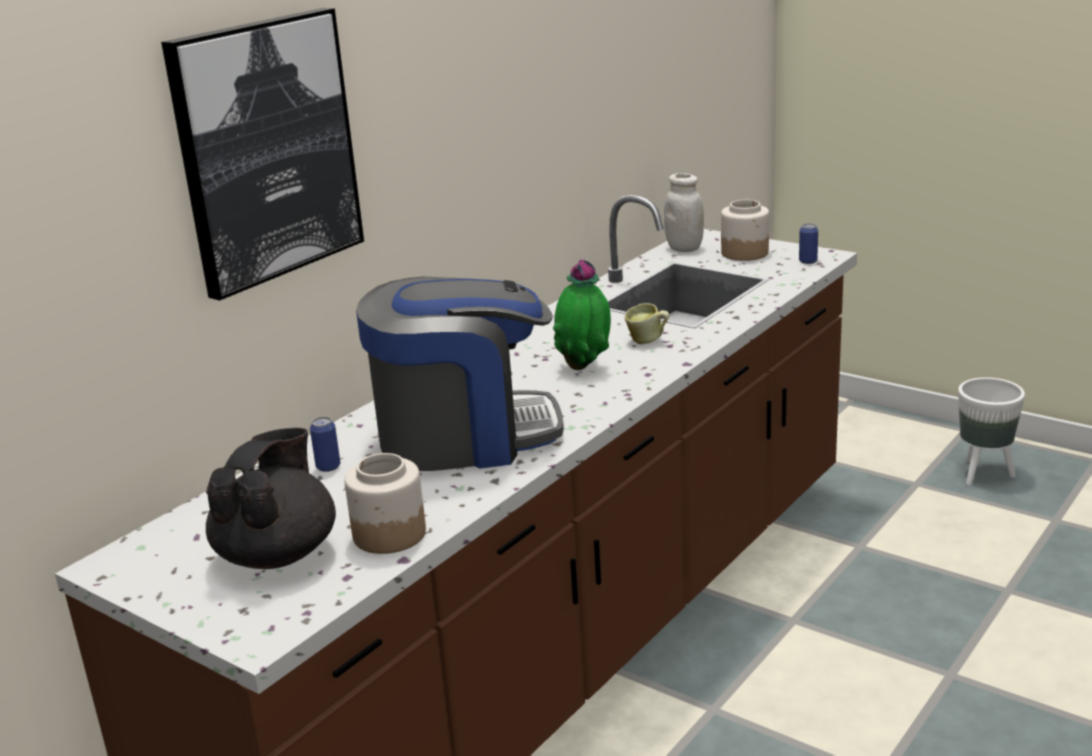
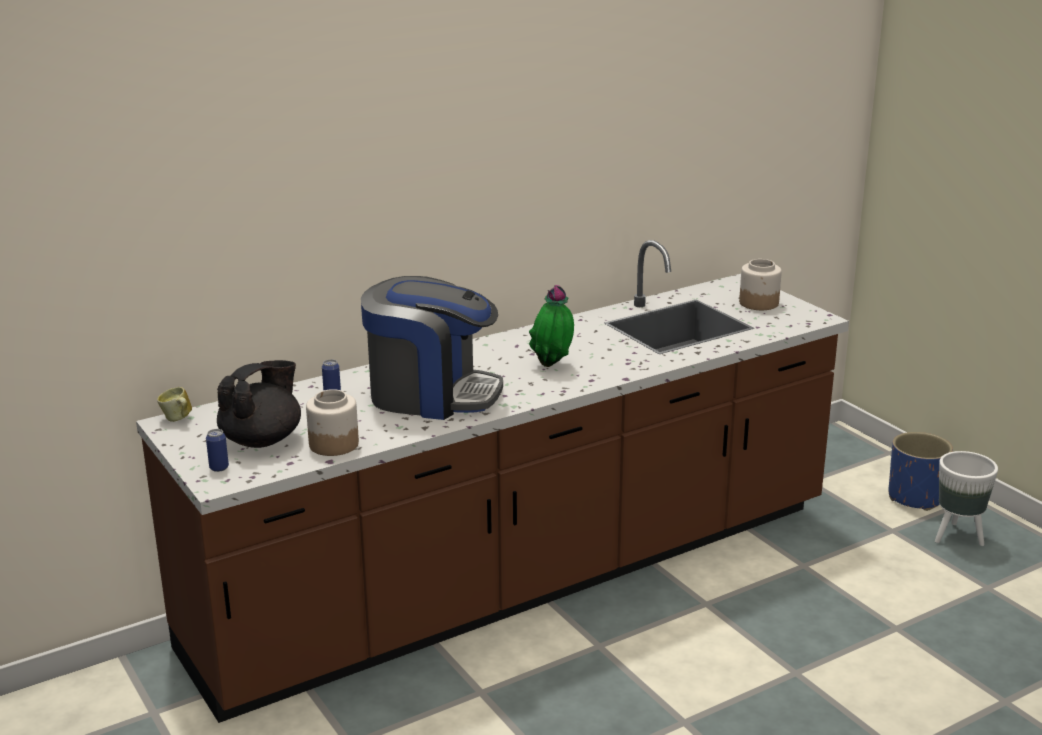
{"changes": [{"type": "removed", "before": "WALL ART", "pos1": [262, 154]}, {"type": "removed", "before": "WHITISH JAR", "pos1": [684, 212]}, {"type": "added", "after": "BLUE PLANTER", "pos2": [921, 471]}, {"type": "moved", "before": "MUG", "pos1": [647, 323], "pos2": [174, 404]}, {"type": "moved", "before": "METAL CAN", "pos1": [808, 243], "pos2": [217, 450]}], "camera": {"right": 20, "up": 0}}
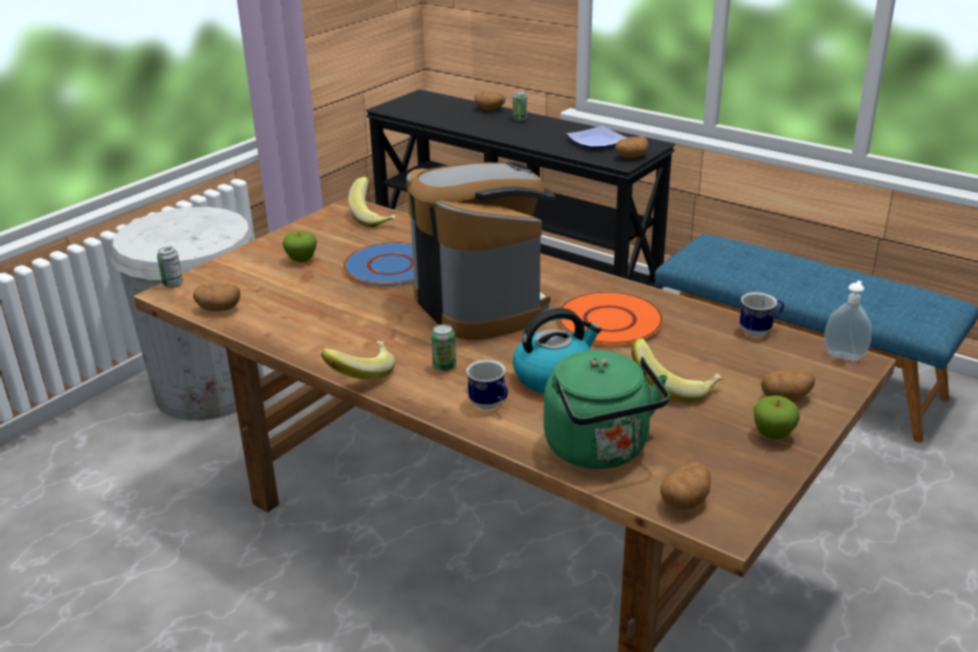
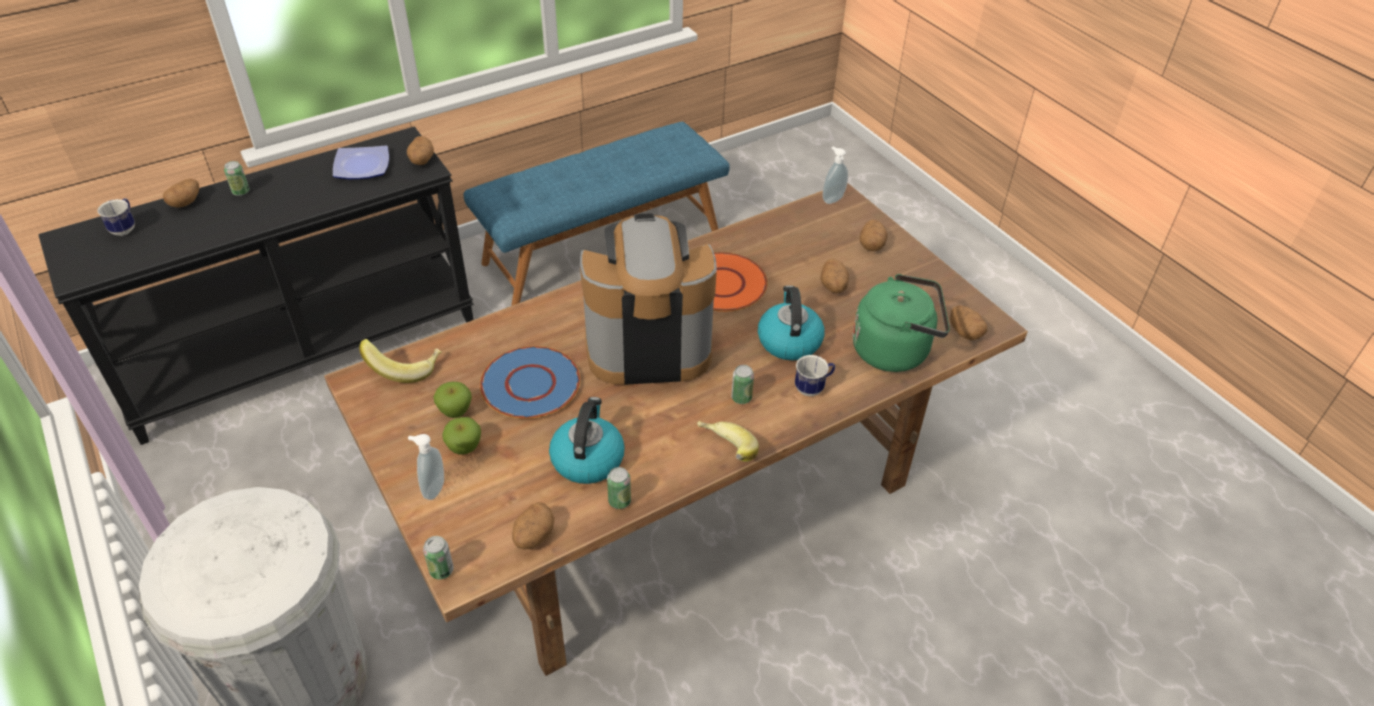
{"changes": [{"type": "added", "after": "LIQUID SOAP BOTTLE", "pos2": [426, 467]}, {"type": "added", "after": "TEA KETTLE", "pos2": [587, 440]}, {"type": "added", "after": "METAL CAN", "pos2": [619, 488]}, {"type": "moved", "before": "MUG", "pos1": [762, 314], "pos2": [116, 217]}, {"type": "moved", "before": "APPLE", "pos1": [777, 417], "pos2": [452, 400]}, {"type": "replaced", "before": "WHOLE BANANA", "after": "WHOLE POTATO", "pos1": [676, 370], "pos2": [834, 276]}], "camera": {"right": -70, "up": 15}}
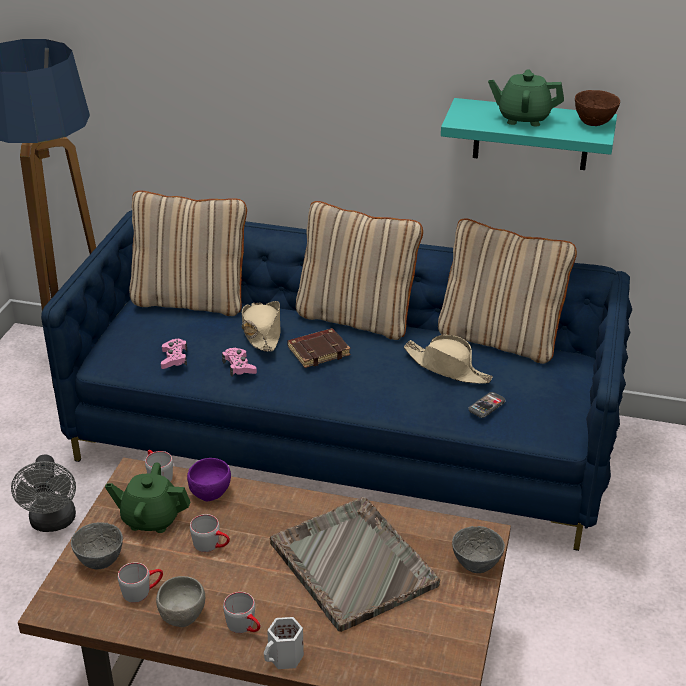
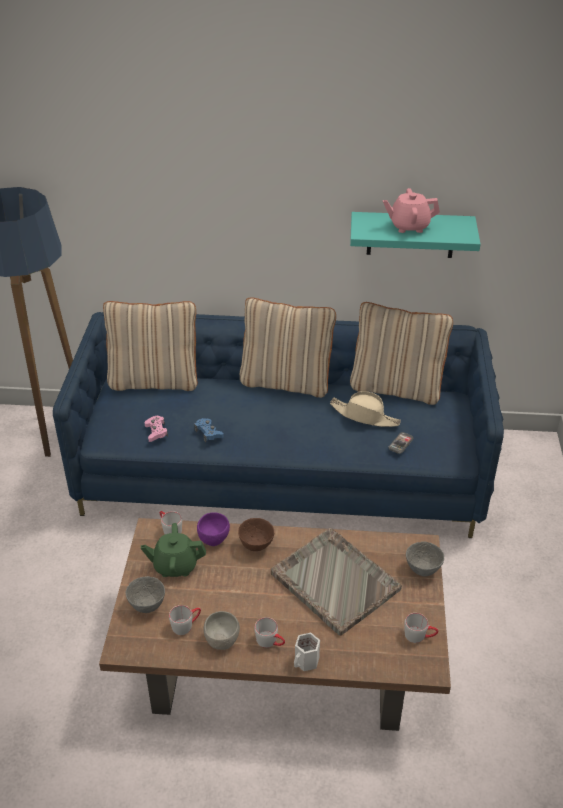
{"changes": [{"type": "removed", "before": "GREYISH COOLING FAN", "pos1": [43, 493]}, {"type": "removed", "before": "BEIGE-COLOURED WEARABLE HAT", "pos1": [261, 326]}, {"type": "removed", "before": "BROWN-COLOURED BOUND BOOK", "pos1": [319, 348]}, {"type": "moved", "before": "GREYISH MUG", "pos1": [210, 533], "pos2": [421, 628]}, {"type": "moved", "before": "BROWN-COLOURED SERVING BOWL", "pos1": [597, 108], "pos2": [256, 534]}, {"type": "recoloured", "before": "PINK-COLOURED GAMEPAD", "after": "BLUE GAMEPAD", "pos1": [239, 362], "pos2": [209, 430]}, {"type": "recoloured", "before": "GREEN POT FOR TEA", "after": "PINK-COLOURED POT FOR TEA", "pos1": [526, 98], "pos2": [411, 210]}], "camera": {"right": -10, "up": 5}}
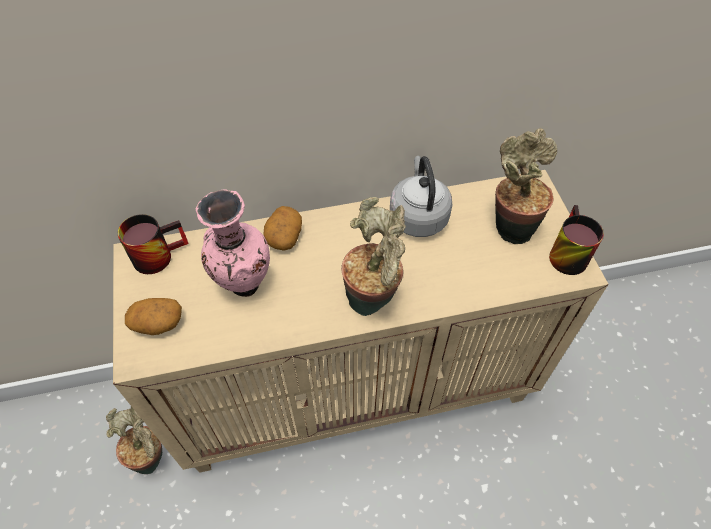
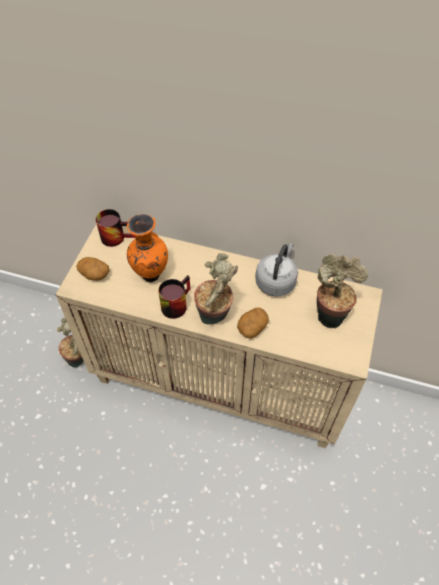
{"changes": [{"type": "moved", "before": "WHOLE POTATO", "pos1": [283, 228], "pos2": [253, 323]}, {"type": "moved", "before": "MUG", "pos1": [576, 240], "pos2": [174, 297]}, {"type": "recoloured", "before": "PINK-COLOURED DECORATIVE VASE", "after": "ORANGE-COLOURED DECORATIVE VASE", "pos1": [233, 243], "pos2": [147, 248]}], "camera": {"right": 30, "up": 0}}
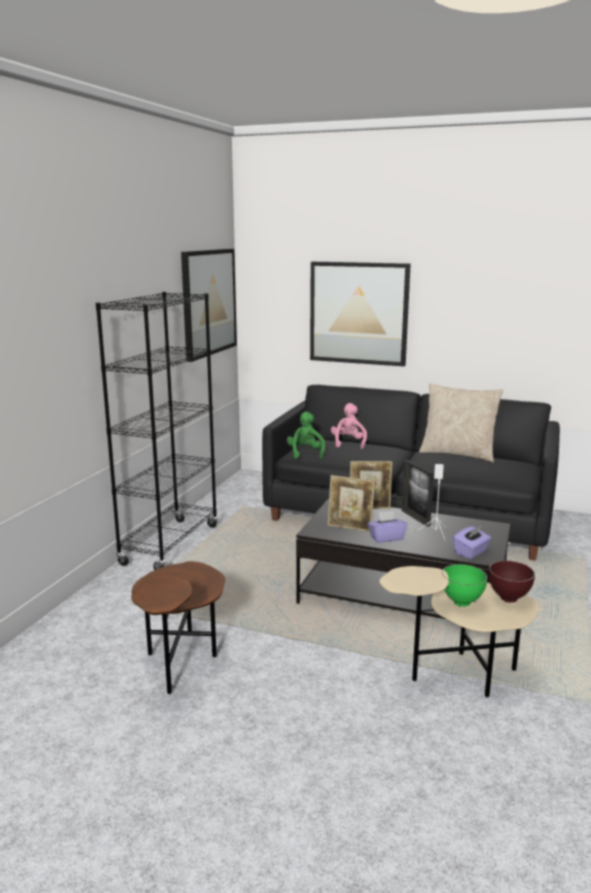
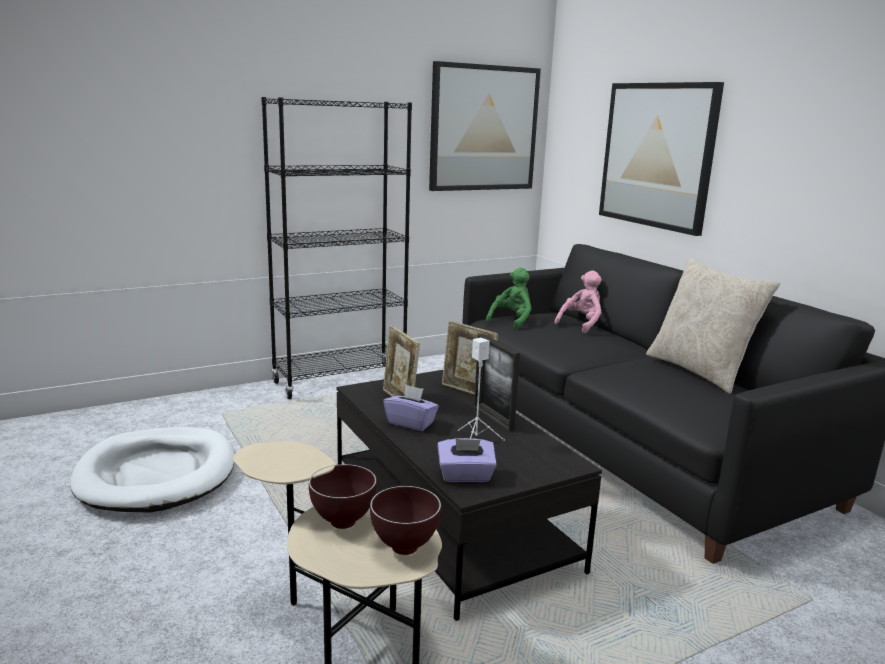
{"changes": [{"type": "replaced", "before": "BROWN-COLOURED END TABLE", "after": "WHITISH PET BED", "pos1": [178, 627], "pos2": [152, 469]}, {"type": "recoloured", "before": "GREEN SERVING BOWL", "after": "BROWN-COLOURED SERVING BOWL", "pos1": [464, 585], "pos2": [343, 496]}, {"type": "turned", "before": "PICTURE FRAME", "pos1": [417, 493], "pos2": [497, 382], "turn": -45}], "camera": {"right": 40, "up": 0}}
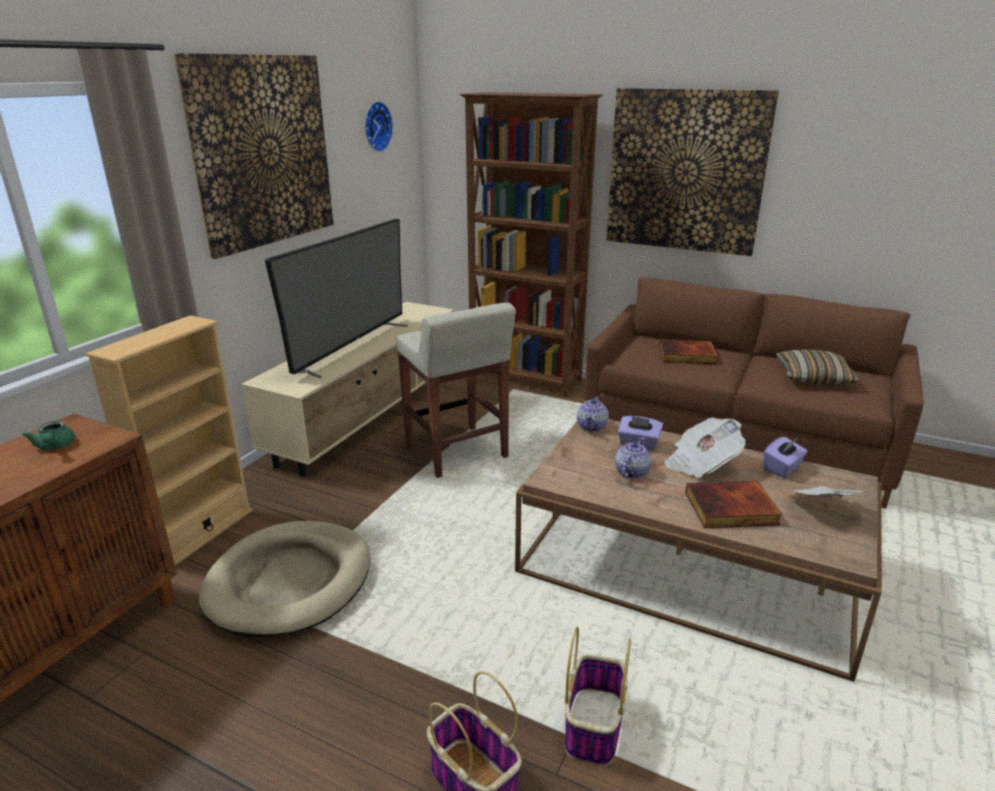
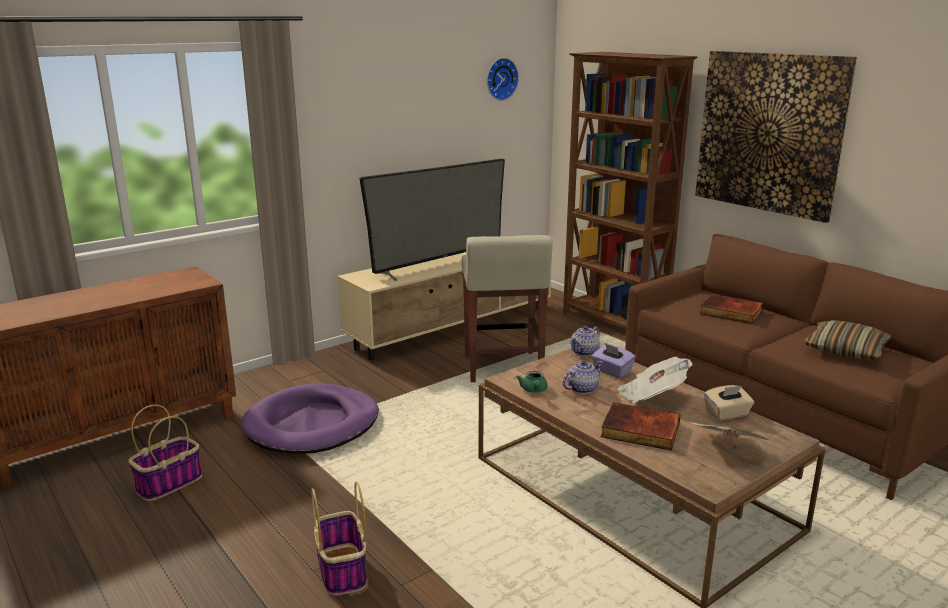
{"changes": [{"type": "removed", "before": "BEIGE-COLOURED BOOKSHELF", "pos1": [169, 440]}, {"type": "removed", "before": "WALL ART", "pos1": [254, 156]}, {"type": "moved", "before": "GREEN POT FOR TEA", "pos1": [48, 435], "pos2": [532, 382]}, {"type": "moved", "before": "HOUSEHOLD BASKET", "pos1": [598, 696], "pos2": [165, 452]}, {"type": "recoloured", "before": "BEIGE-COLOURED PET BED", "after": "PURPLE PET BED", "pos1": [284, 579], "pos2": [310, 418]}, {"type": "recoloured", "before": "PURPLE TISSUE BOX", "after": "BEIGE-COLOURED TISSUE BOX", "pos1": [785, 457], "pos2": [729, 403]}], "camera": {"right": 25, "up": -5}}
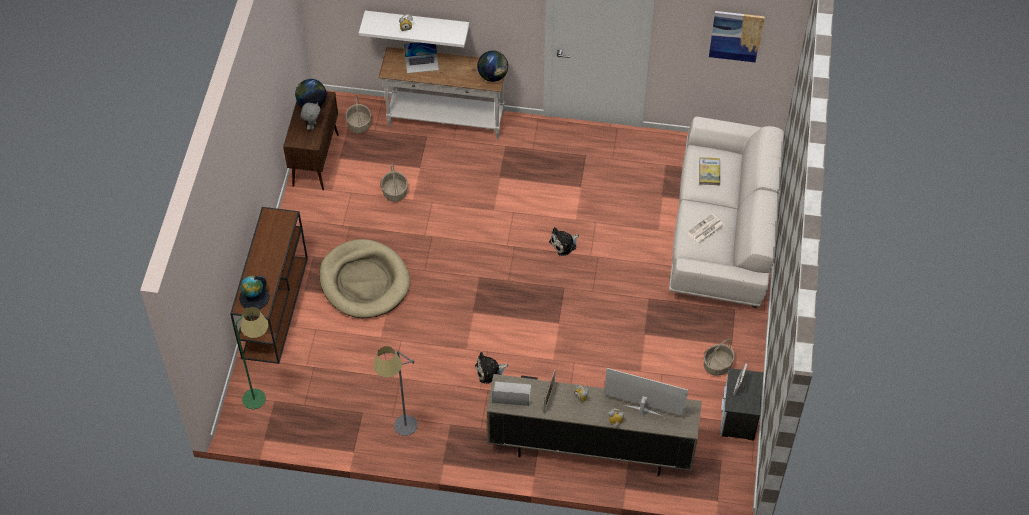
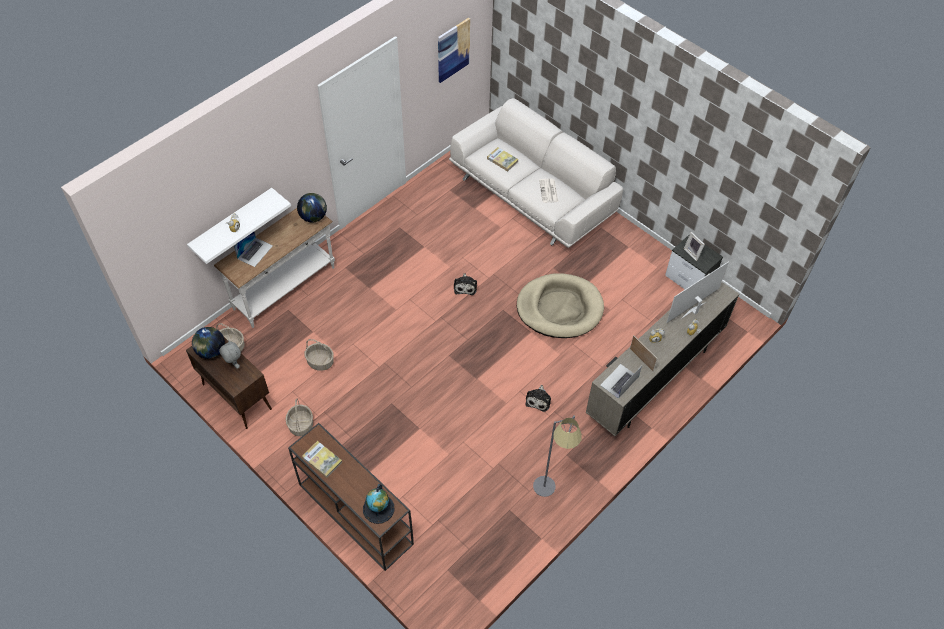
{"changes": [{"type": "removed", "before": "GREEN STANDING LAMP", "pos1": [251, 358]}, {"type": "added", "after": "BOUND BOOK", "pos2": [322, 459]}, {"type": "moved", "before": "BEIGE-COLOURED PET BED", "pos1": [364, 278], "pos2": [560, 305]}, {"type": "moved", "before": "HOUSEHOLD BASKET", "pos1": [719, 357], "pos2": [299, 417]}], "camera": {"right": -55, "up": 0}}
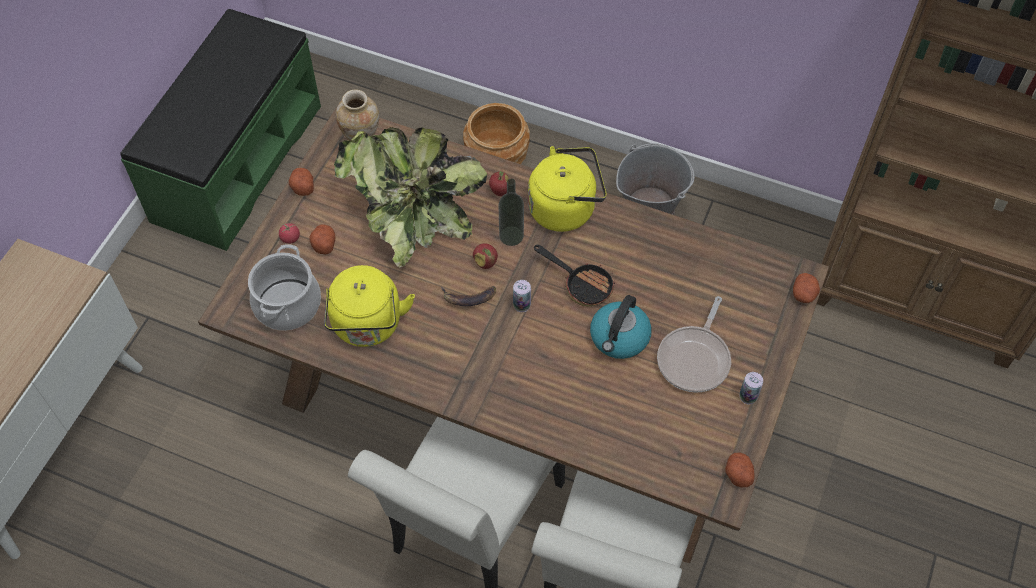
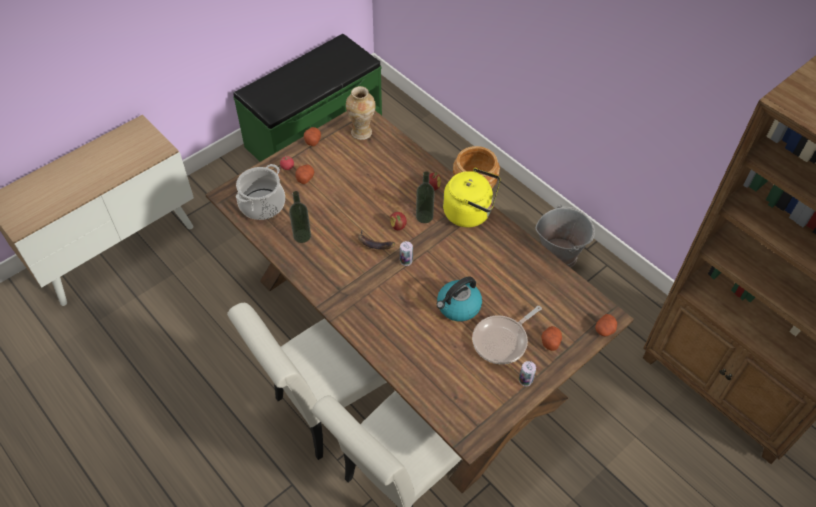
{"changes": [{"type": "removed", "before": "POTTED PLANT", "pos1": [410, 197]}, {"type": "removed", "before": "SKILLET", "pos1": [574, 275]}, {"type": "moved", "before": "WHOLE POTATO", "pos1": [740, 470], "pos2": [551, 338]}, {"type": "replaced", "before": "YELLOWISH TEA KETTLE", "after": "BOTTLE", "pos1": [369, 306], "pos2": [300, 217]}], "camera": {"right": 25, "up": -5}}
